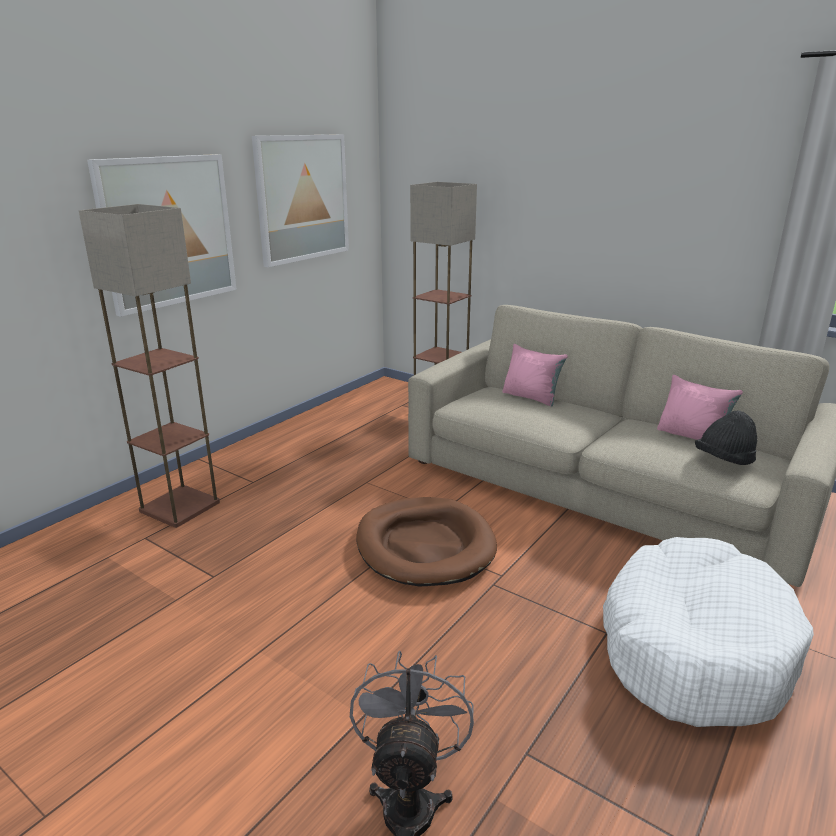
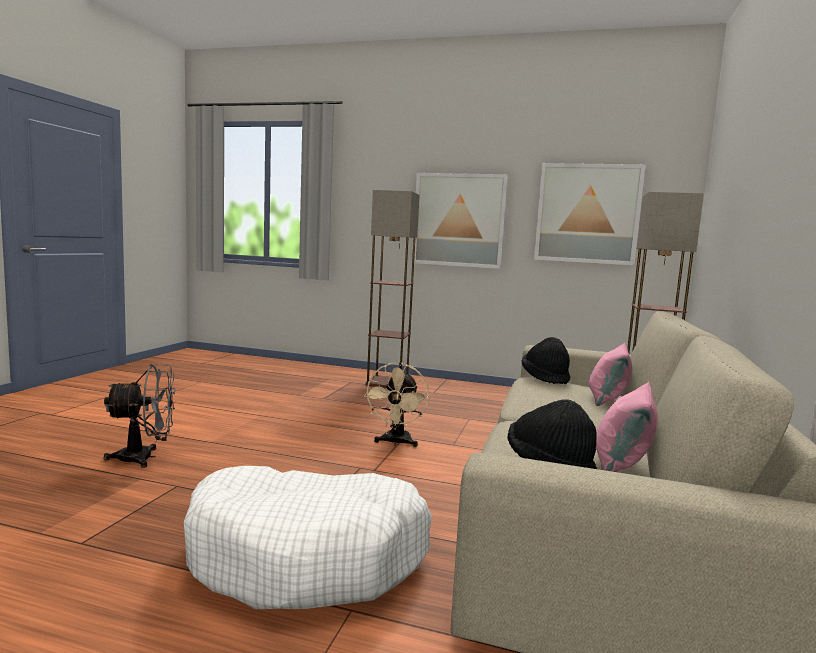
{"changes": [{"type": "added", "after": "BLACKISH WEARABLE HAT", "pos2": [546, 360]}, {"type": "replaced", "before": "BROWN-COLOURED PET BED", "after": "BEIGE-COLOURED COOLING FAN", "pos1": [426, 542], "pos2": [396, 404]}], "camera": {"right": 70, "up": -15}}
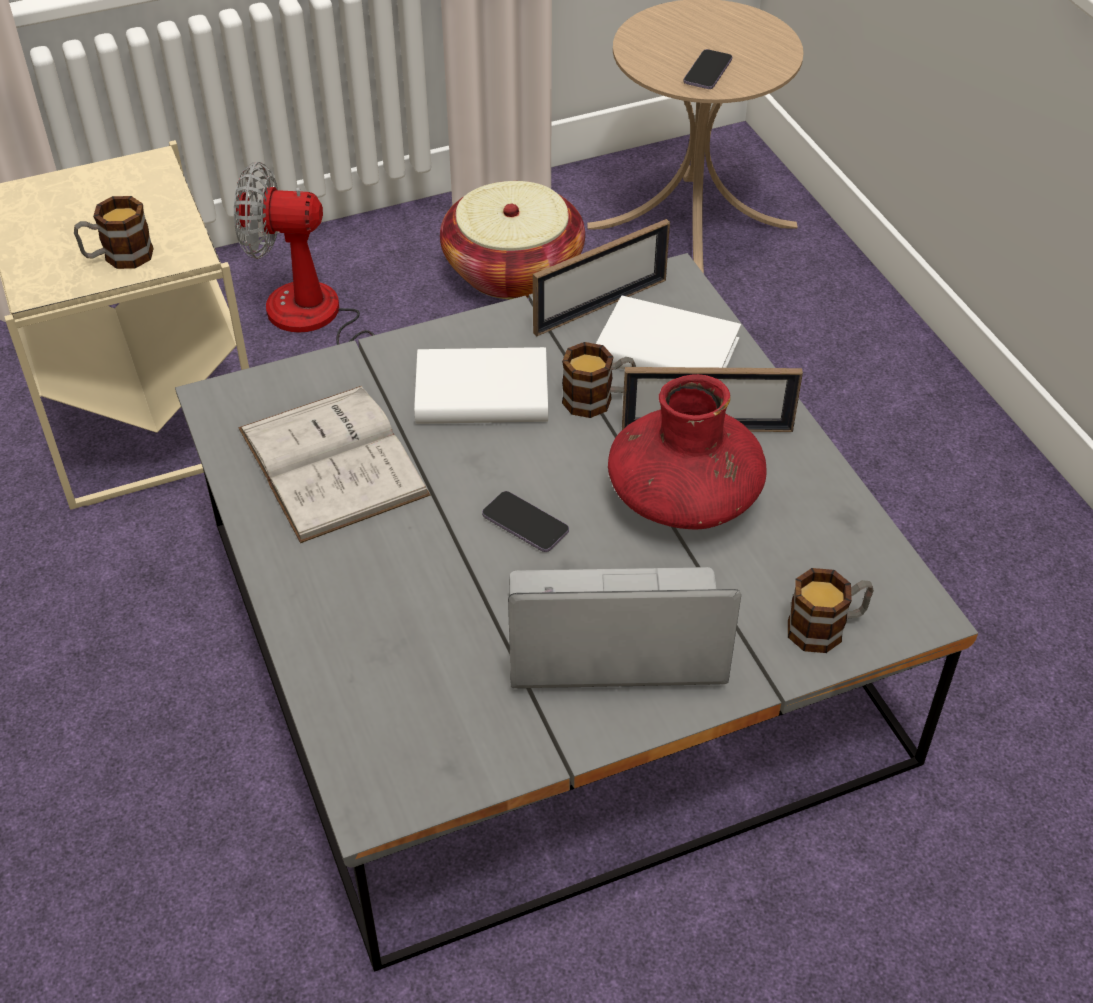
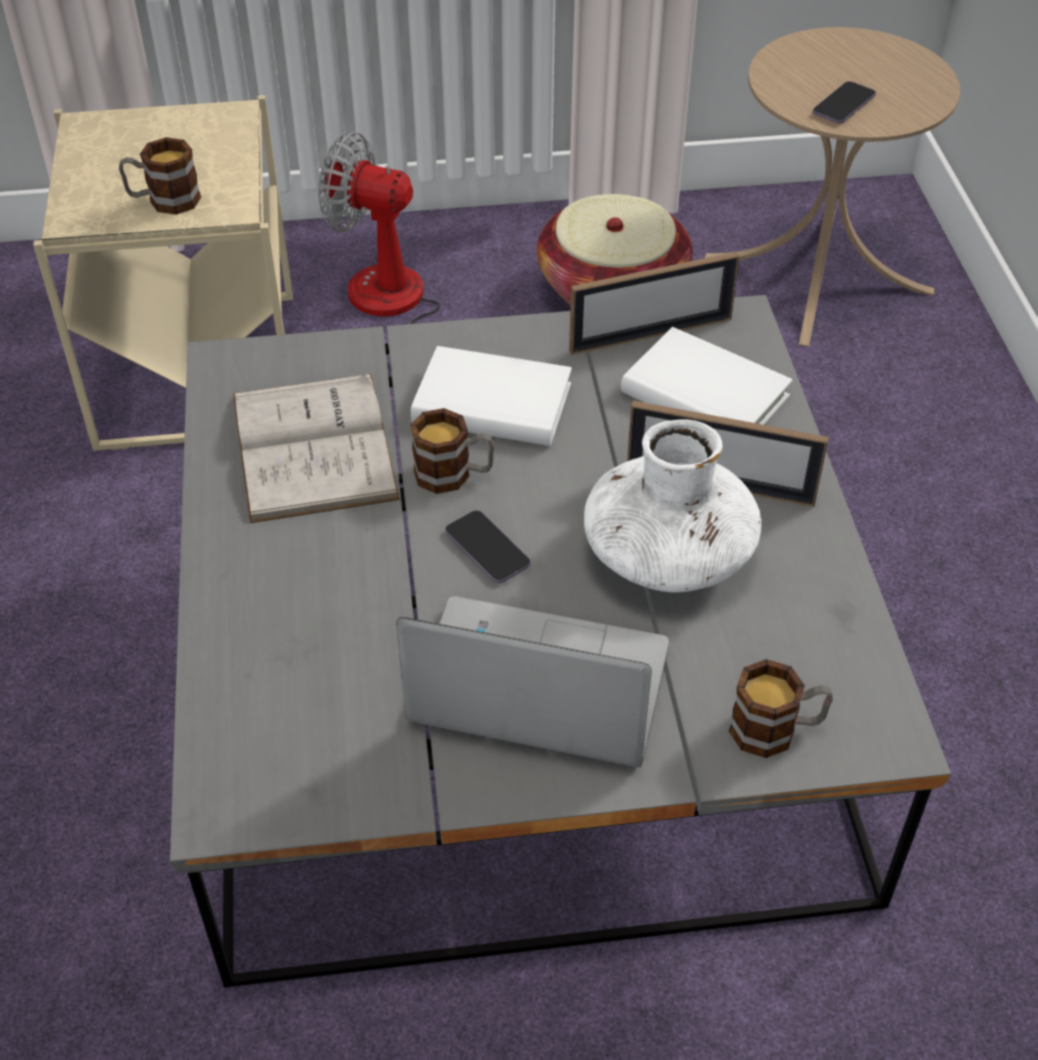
{"changes": [{"type": "moved", "before": "MUG", "pos1": [599, 380], "pos2": [452, 451]}, {"type": "recoloured", "before": "RED-COLOURED DECORATIVE VASE", "after": "WHITISH DECORATIVE VASE", "pos1": [687, 451], "pos2": [672, 506]}], "camera": {"right": 15, "up": 0}}
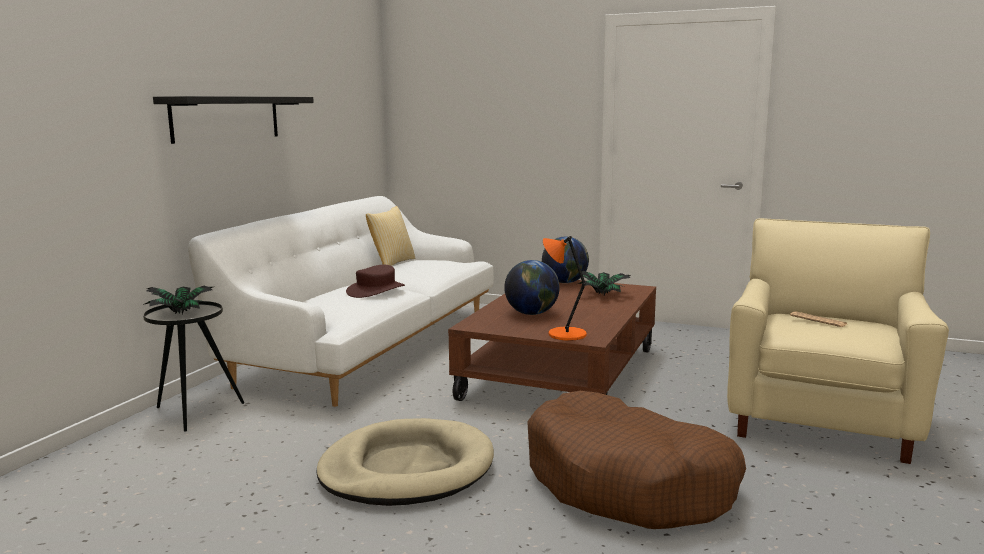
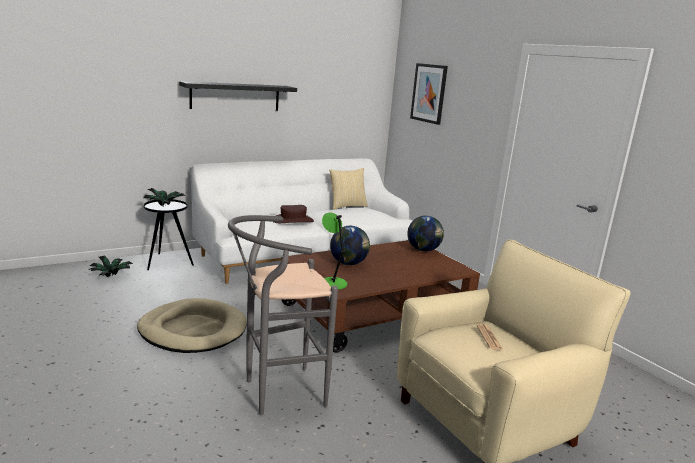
{"changes": [{"type": "added", "after": "WALL ART", "pos2": [429, 94]}, {"type": "moved", "before": "POTTED PLANT", "pos1": [604, 283], "pos2": [111, 266]}, {"type": "replaced", "before": "BROWN-COLOURED PET BED", "after": "GREYISH SITTING STOOL", "pos1": [636, 460], "pos2": [283, 315]}, {"type": "recoloured", "before": "ORANGE-COLOURED TABLE LAMP", "after": "GREEN TABLE LAMP", "pos1": [565, 288], "pos2": [334, 251]}], "camera": {"right": 35, "up": 5}}
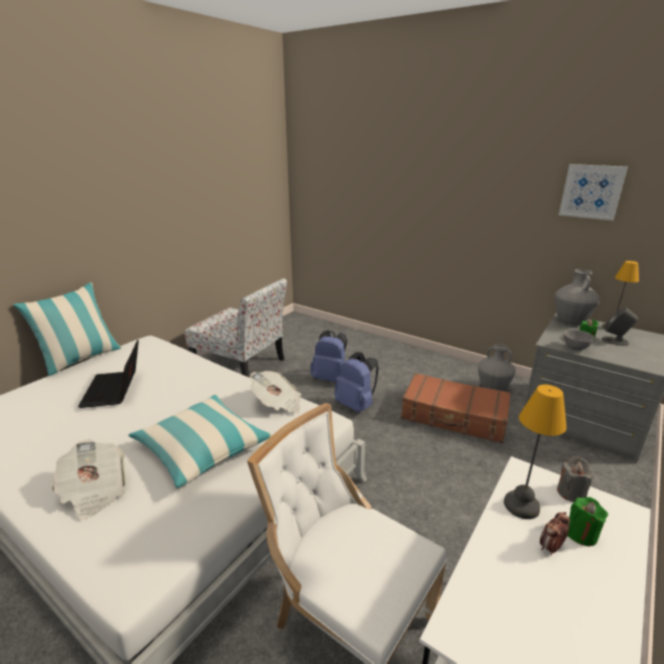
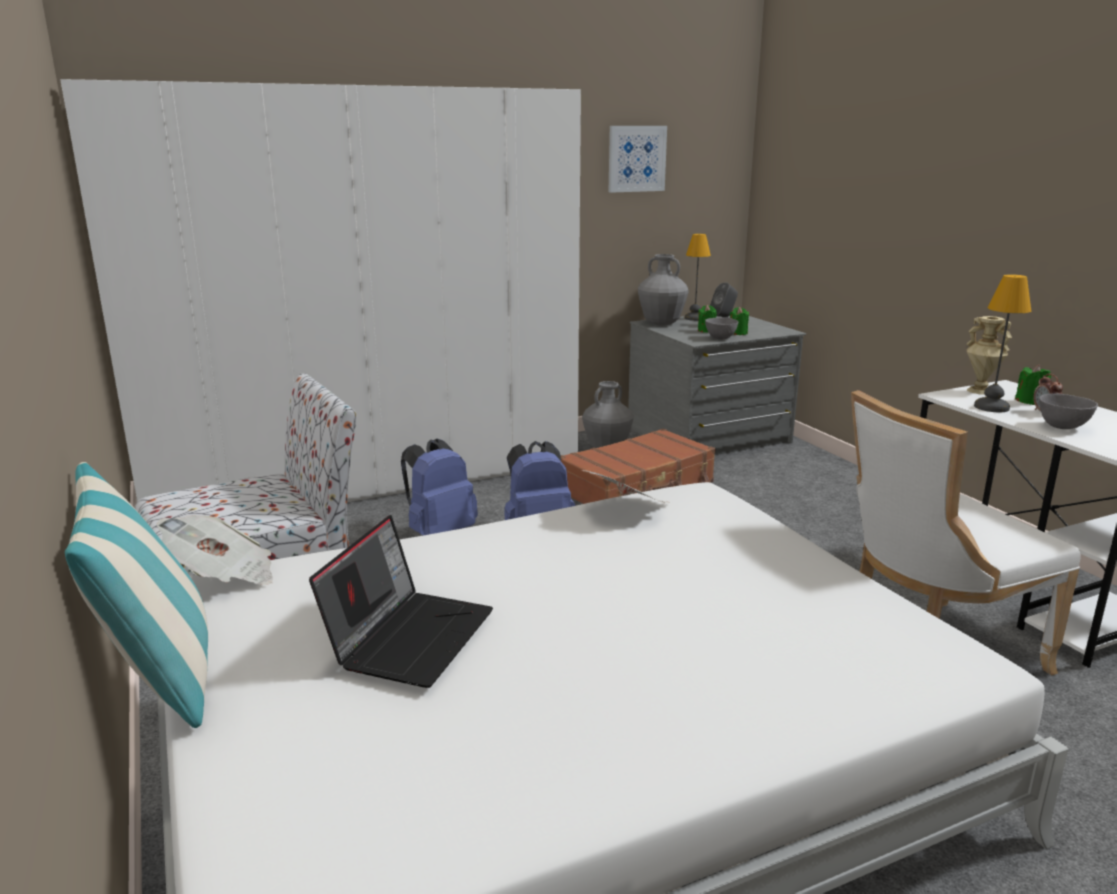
{"changes": [{"type": "removed", "before": "PILLOW", "pos1": [200, 441]}, {"type": "added", "after": "WHITISH ARMOIRE", "pos2": [320, 290]}, {"type": "added", "after": "GREEN WAX CANDLE", "pos2": [739, 321]}, {"type": "added", "after": "GREYISH SERVING BOWL", "pos2": [1068, 411]}, {"type": "moved", "before": "DAILY PAPER", "pos1": [89, 479], "pos2": [215, 550]}, {"type": "replaced", "before": "GREYISH WAX CANDLE", "after": "BEIGE-COLOURED DECORATIVE VASE", "pos1": [575, 479], "pos2": [989, 355]}, {"type": "turned", "before": "PORTABLE COMPUTER", "pos1": [108, 374], "pos2": [401, 601], "turn": -90}], "camera": {"right": -60, "up": -5}}
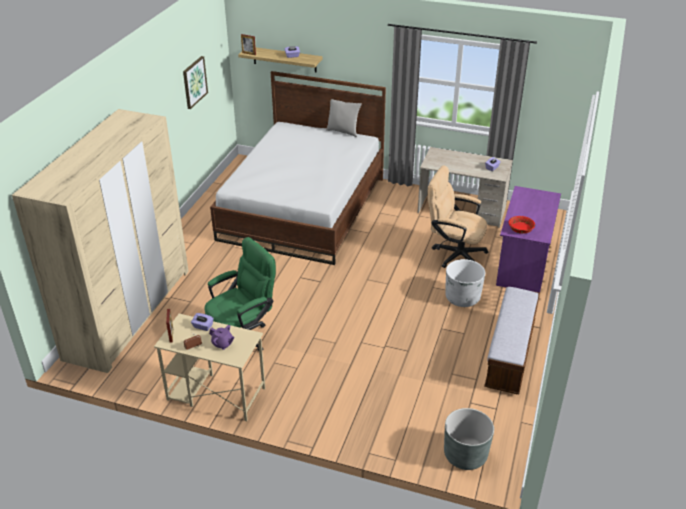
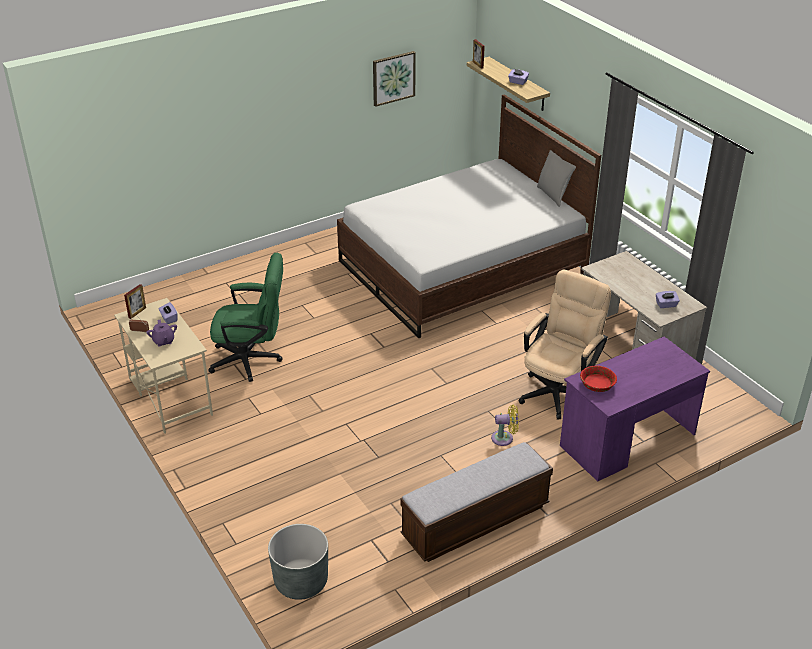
{"changes": [{"type": "removed", "before": "BEIGE-COLOURED ARMOIRE", "pos1": [100, 241]}, {"type": "replaced", "before": "WHITISH PLANTER", "after": "YELLOWISH COOLING FAN", "pos1": [465, 283], "pos2": [505, 425]}, {"type": "turned", "before": "BEIGE-COLOURED DESK CHAIR", "pos1": [457, 216], "pos2": [564, 344], "turn": 60}], "camera": {"right": 40, "up": 0}}
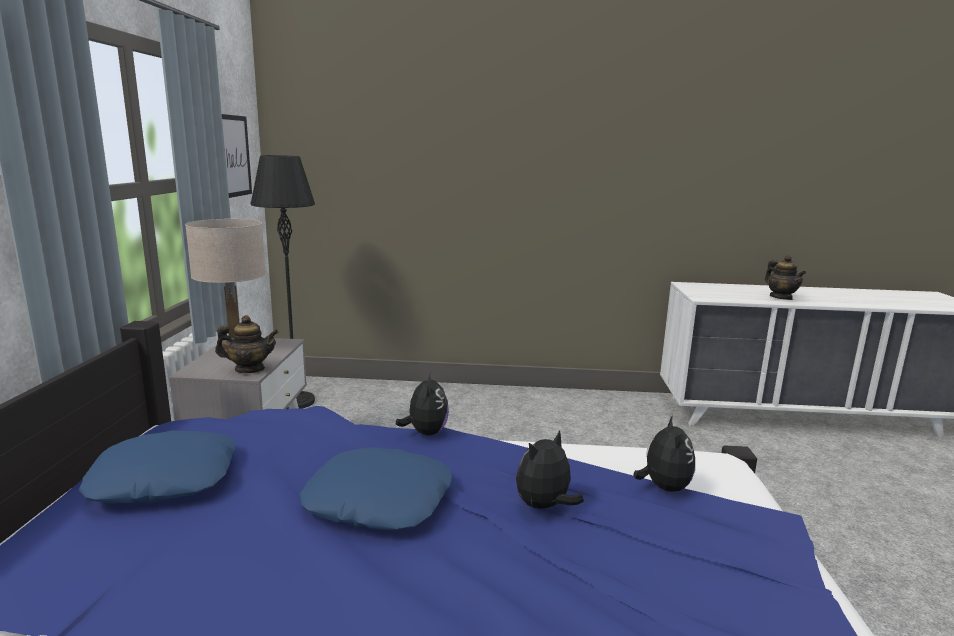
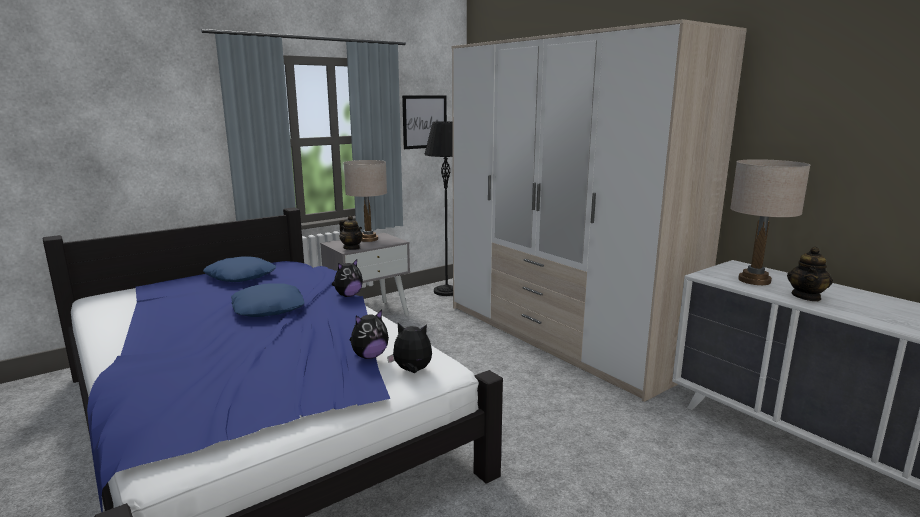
{"changes": [{"type": "added", "after": "ARMOIRE", "pos2": [599, 210]}, {"type": "added", "after": "BEIGE-COLOURED TABLE LAMP", "pos2": [770, 222]}, {"type": "moved", "before": "SOFT TOY", "pos1": [550, 469], "pos2": [409, 348]}], "camera": {"right": 50, "up": 0}}
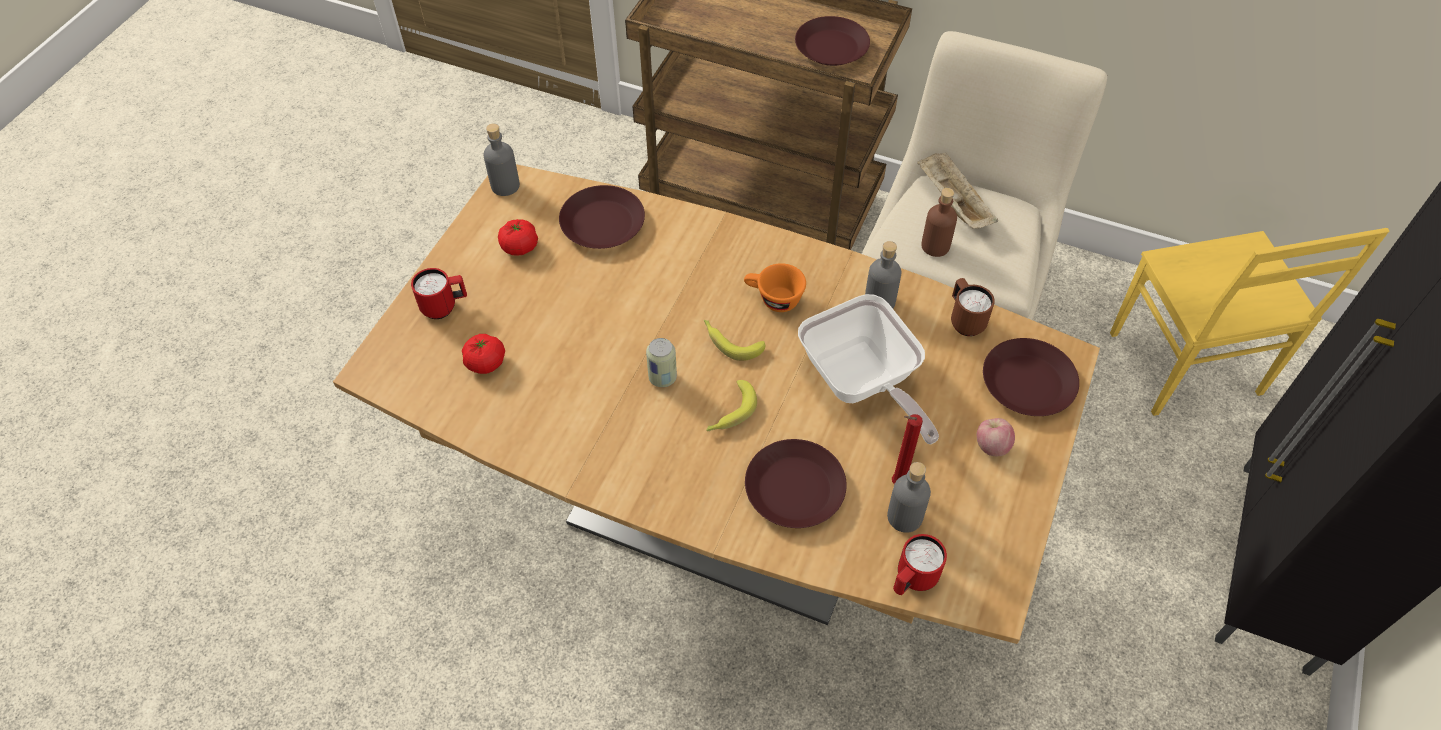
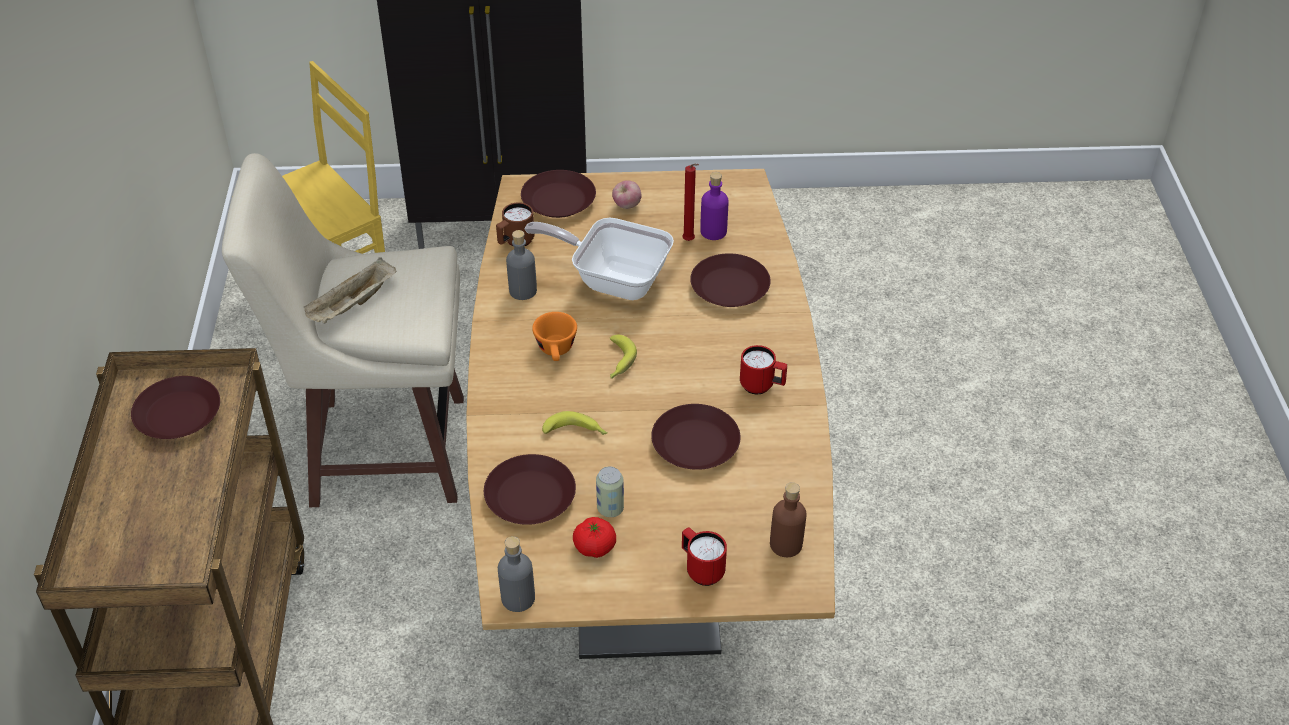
{"changes": [{"type": "removed", "before": "TOMATO", "pos1": [483, 354]}, {"type": "added", "after": "BROWN-COLOURED PLATE", "pos2": [696, 437]}, {"type": "moved", "before": "METAL CAN", "pos1": [661, 362], "pos2": [610, 491]}, {"type": "moved", "before": "WHOLE BANANA", "pos1": [731, 405], "pos2": [575, 423]}, {"type": "moved", "before": "RED-COLOURED MUG", "pos1": [920, 564], "pos2": [763, 369]}, {"type": "moved", "before": "BROWN-COLOURED BOTTLE", "pos1": [939, 222], "pos2": [788, 519]}, {"type": "recoloured", "before": "GREYISH BOTTLE", "after": "PURPLE BOTTLE", "pos1": [909, 497], "pos2": [714, 206]}, {"type": "turned", "before": "SKILLET", "pos1": [868, 369], "pos2": [599, 259], "turn": -105}], "camera": {"right": -115, "up": -10}}
